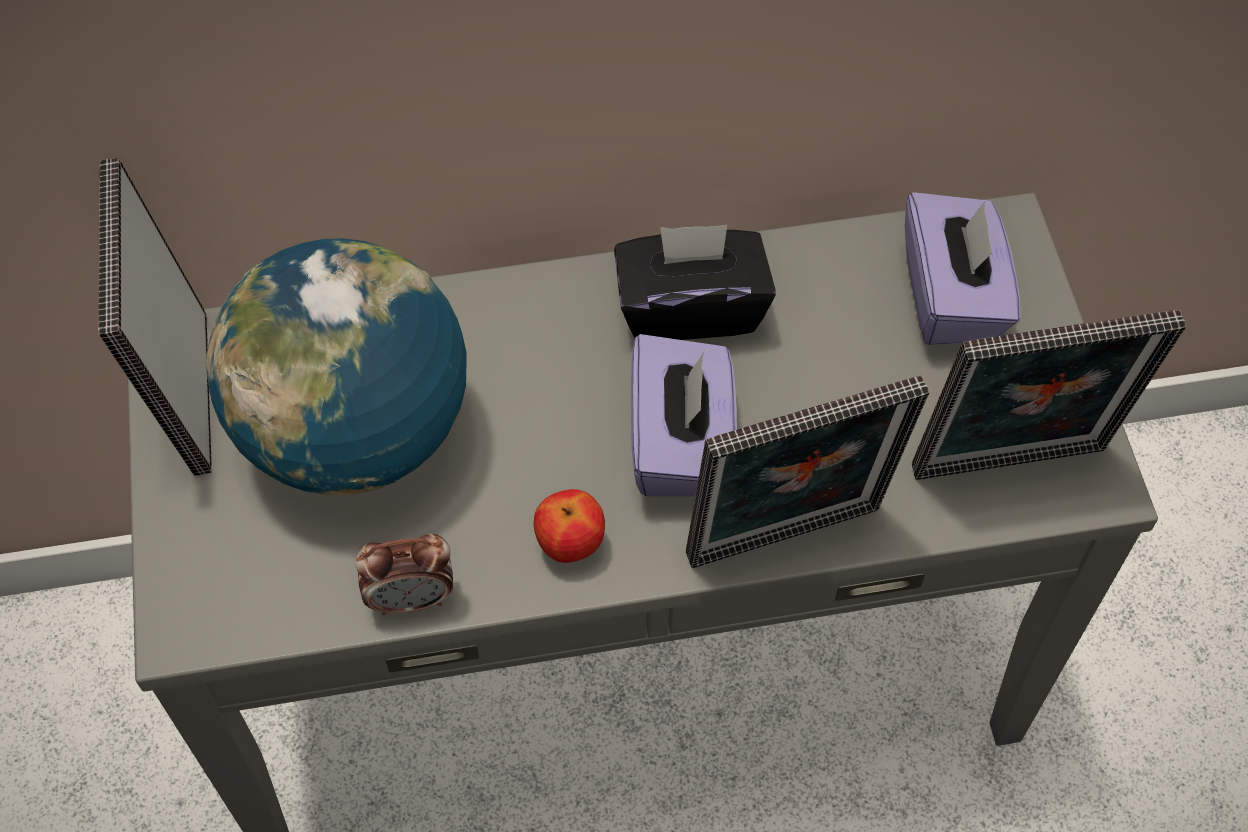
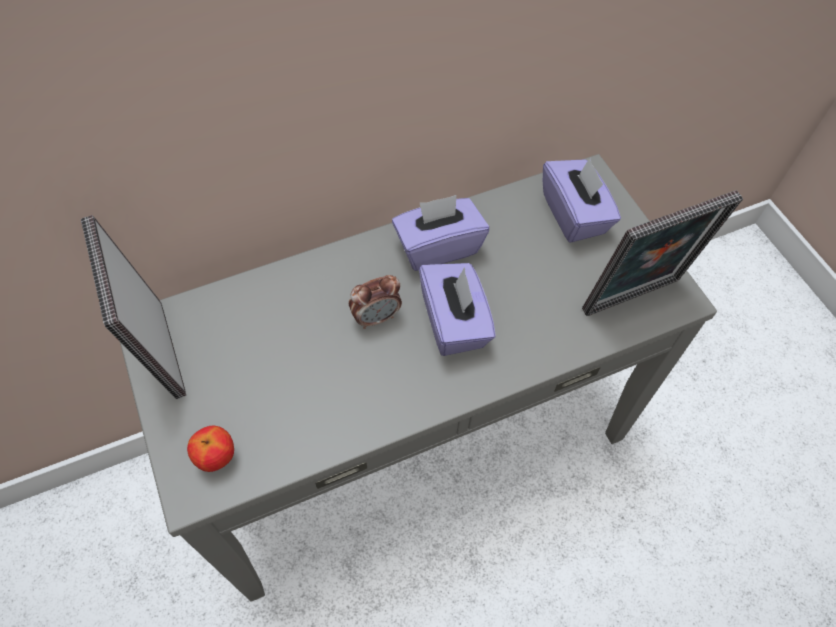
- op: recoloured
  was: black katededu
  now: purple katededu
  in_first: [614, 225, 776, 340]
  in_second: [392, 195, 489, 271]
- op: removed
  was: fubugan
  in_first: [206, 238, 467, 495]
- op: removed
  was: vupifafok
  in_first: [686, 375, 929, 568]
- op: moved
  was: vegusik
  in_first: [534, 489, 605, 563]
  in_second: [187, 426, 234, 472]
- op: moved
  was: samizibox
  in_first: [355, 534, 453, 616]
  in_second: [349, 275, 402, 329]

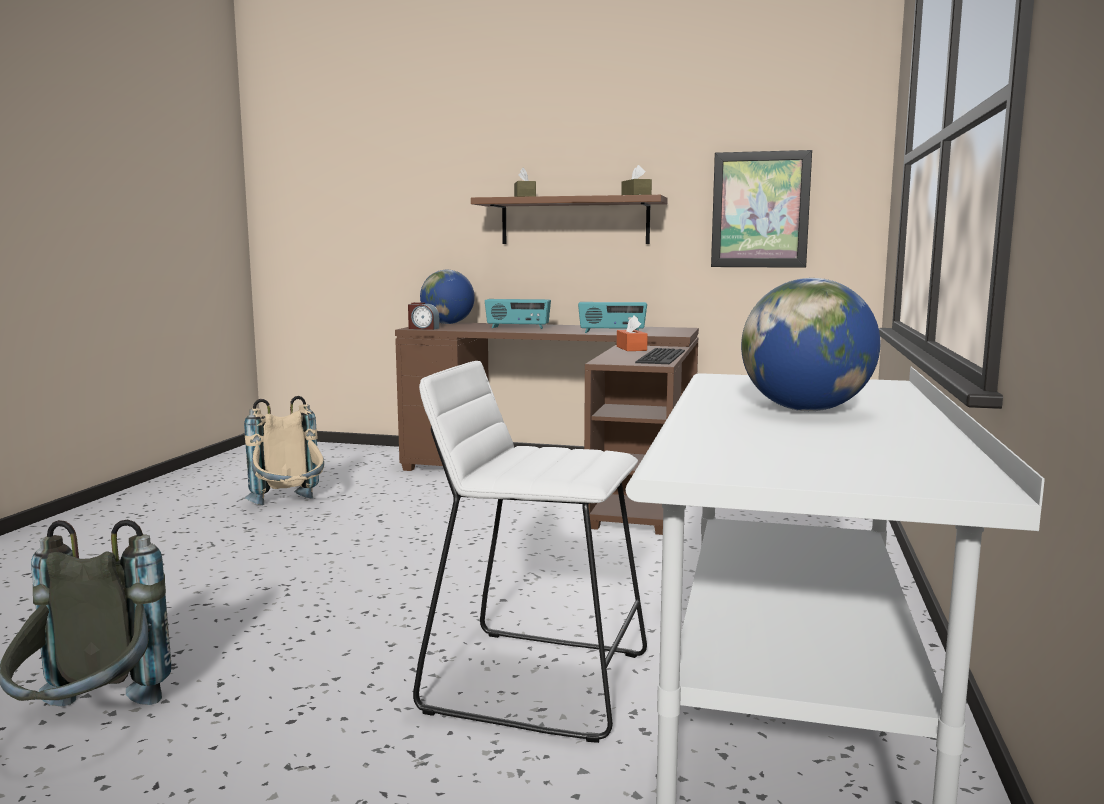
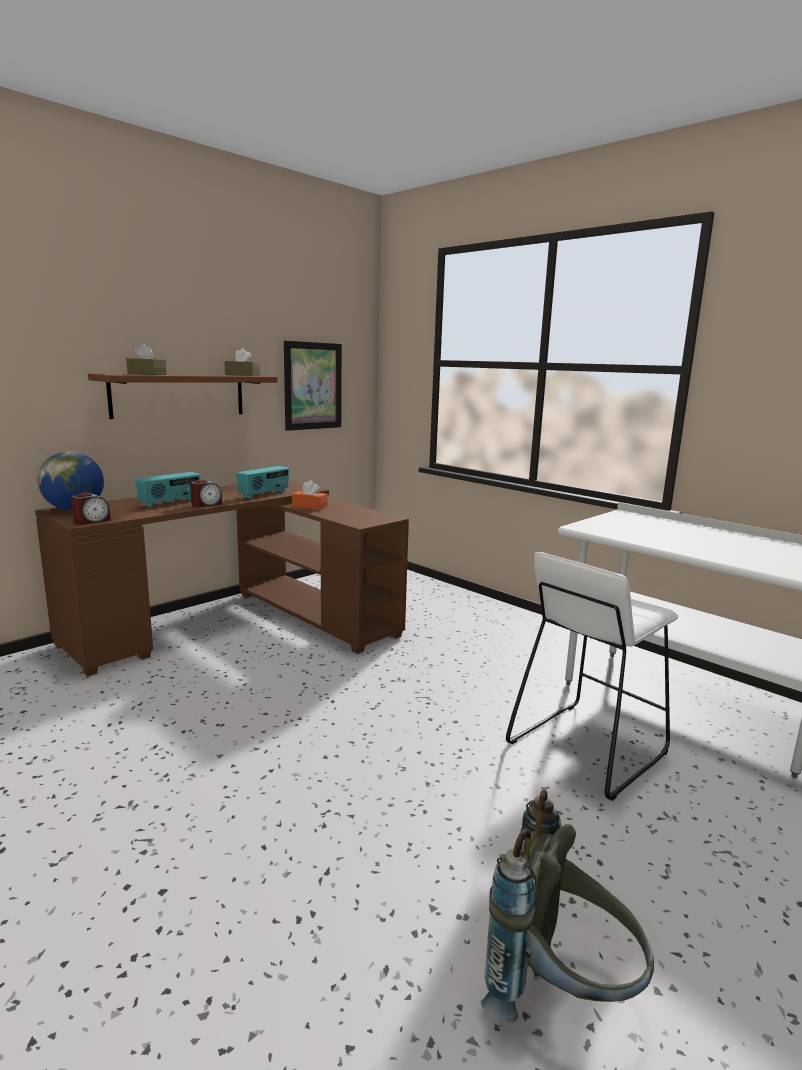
- op: removed
  was: fubugan
  in_first: [741, 278, 880, 411]
- op: removed
  was: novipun
  in_first: [635, 348, 685, 364]
- op: removed
  was: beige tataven
  in_first: [244, 396, 324, 505]
- op: added
  now: samizibox
  in_second: [190, 480, 222, 507]

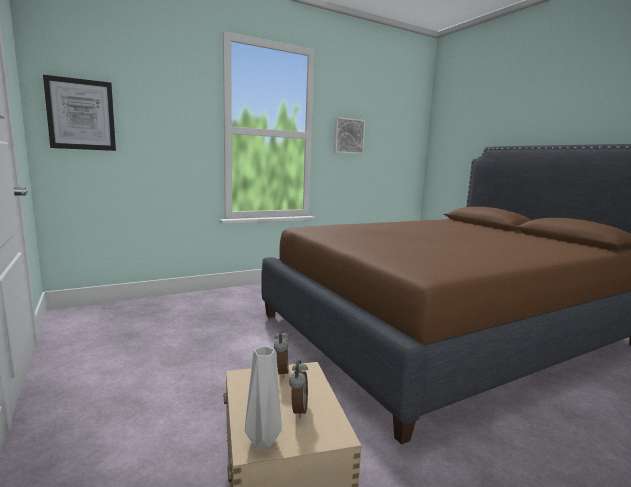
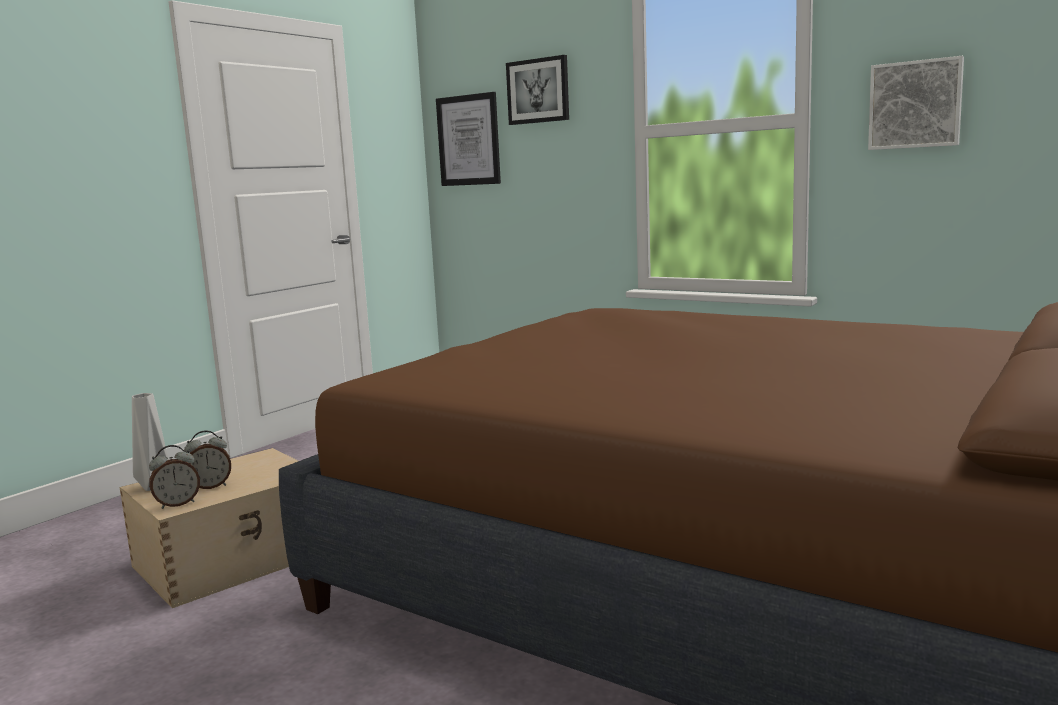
- op: moved
  was: samizibox
  in_first: [274, 329, 289, 378]
  in_second: [149, 445, 200, 509]
- op: added
  now: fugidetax
  in_second: [506, 55, 569, 125]

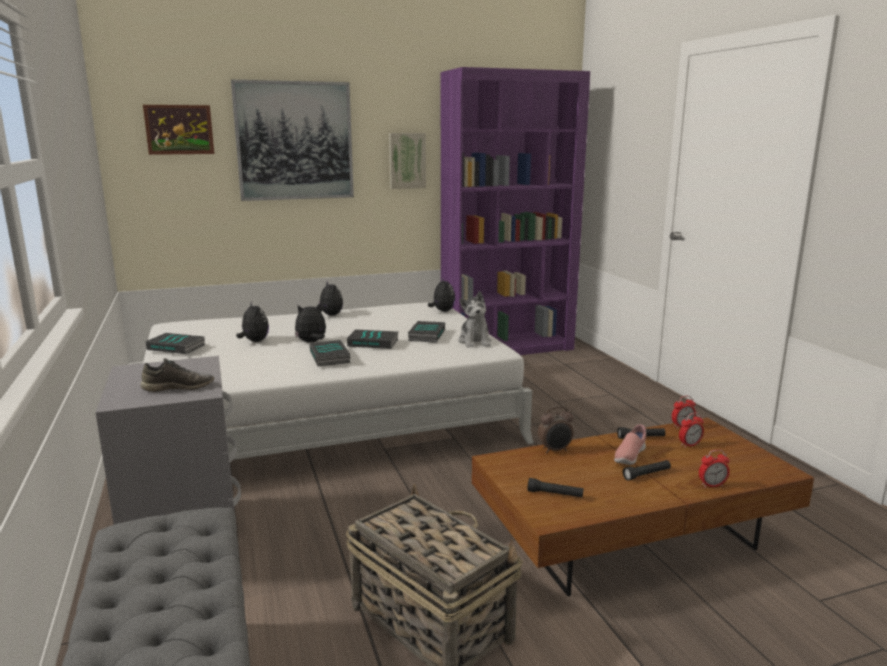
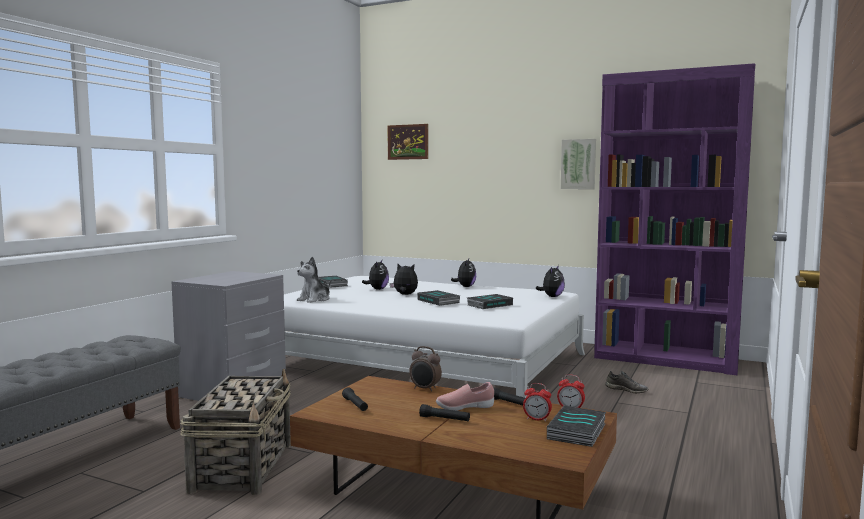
- op: removed
  was: fugidetax
  in_first: [231, 80, 354, 201]
- op: moved
  was: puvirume
  in_first: [458, 291, 491, 348]
  in_second: [297, 256, 331, 303]
- op: moved
  was: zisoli
  in_first: [309, 340, 351, 366]
  in_second: [547, 406, 606, 447]
- op: moved
  was: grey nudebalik
  in_first: [141, 358, 214, 392]
  in_second: [605, 371, 649, 393]
- op: removed
  was: samizibox
  in_first: [699, 450, 730, 488]

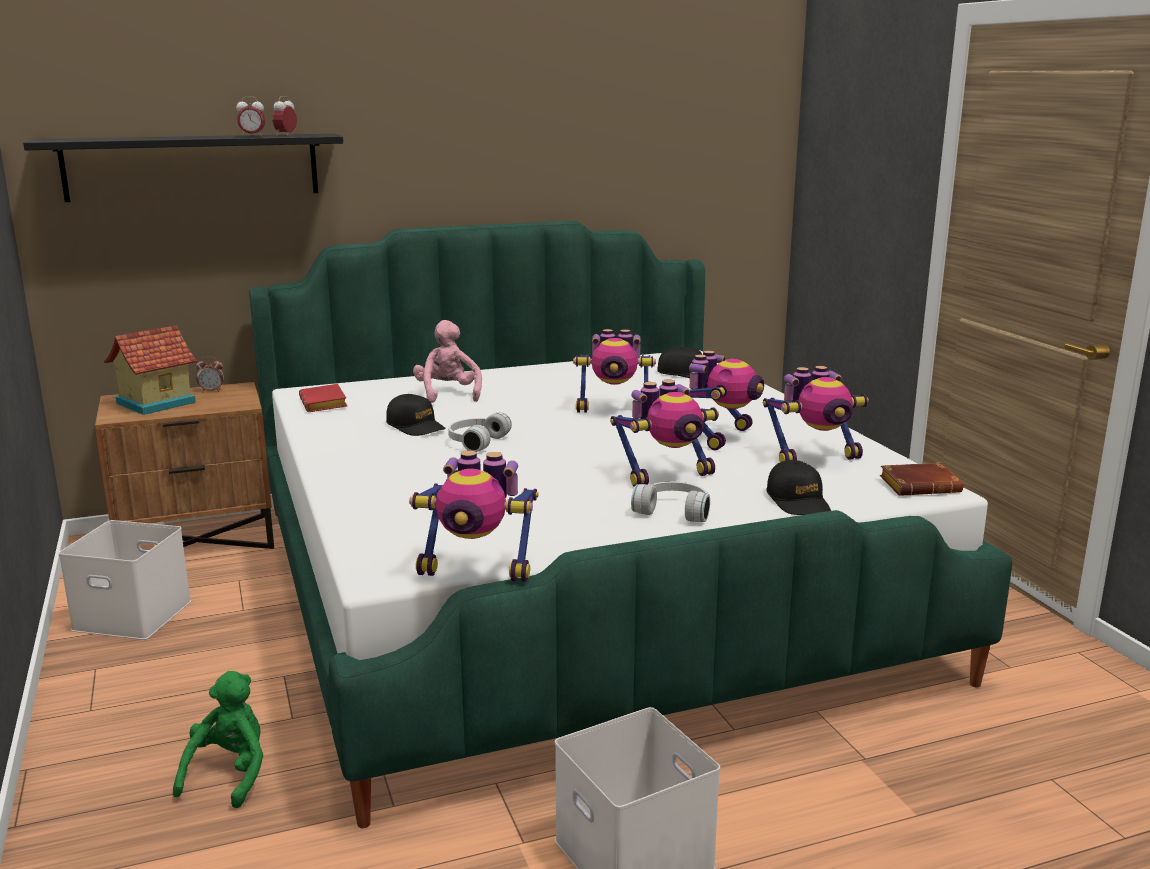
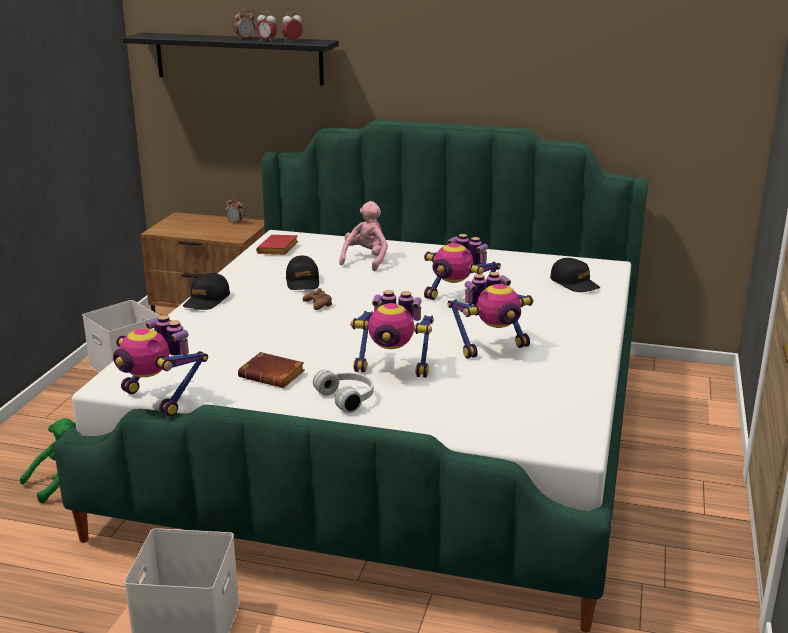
- op: removed
  was: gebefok
  in_first: [104, 325, 197, 415]
- op: removed
  was: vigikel
  in_first: [763, 366, 869, 462]
- op: replaced
  was: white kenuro
  now: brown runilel
  in_first: [448, 412, 512, 452]
  in_second: [302, 288, 332, 310]
- op: moved
  was: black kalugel
  in_first: [766, 460, 831, 515]
  in_second: [183, 273, 230, 310]
- op: moved
  was: brown zisoli
  in_first: [880, 463, 963, 496]
  in_second: [238, 352, 304, 388]
- op: added
  now: samizibox
  in_second: [234, 10, 255, 40]

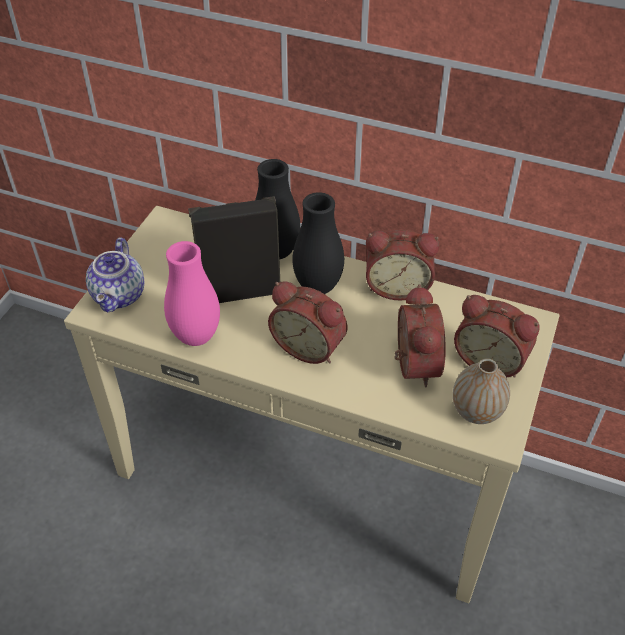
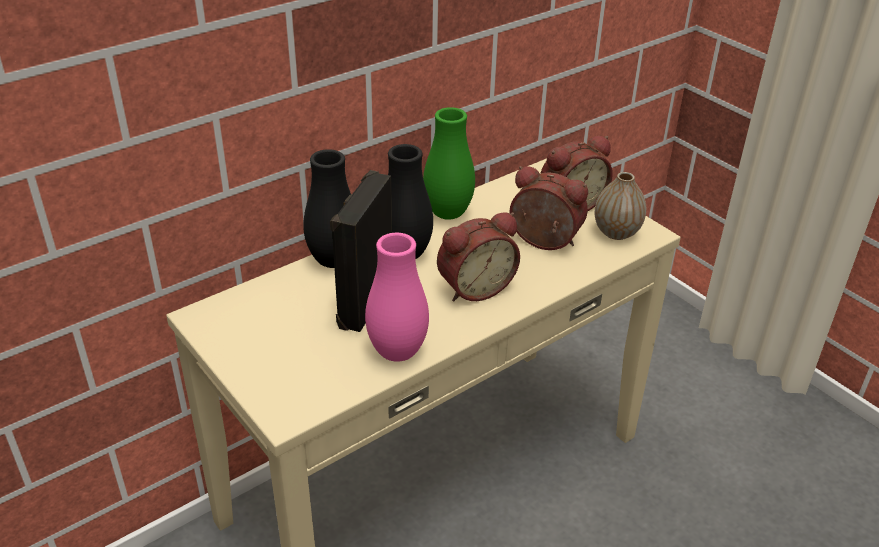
- op: replaced
  was: samizibox
  now: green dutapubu
  in_first: [366, 230, 440, 301]
  in_second: [423, 107, 475, 220]
- op: removed
  was: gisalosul
  in_first: [86, 237, 144, 312]

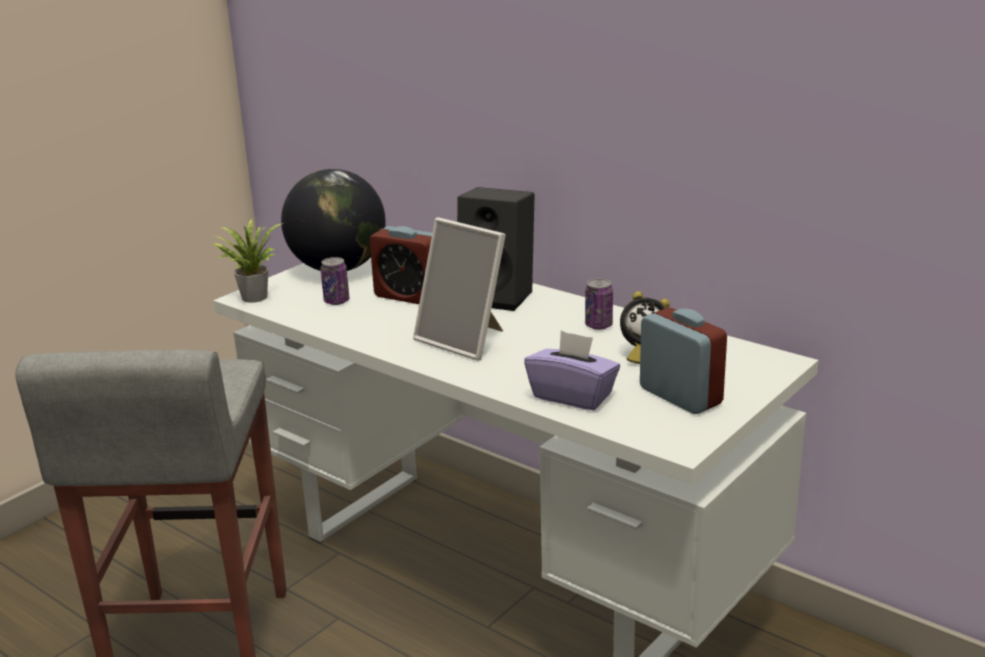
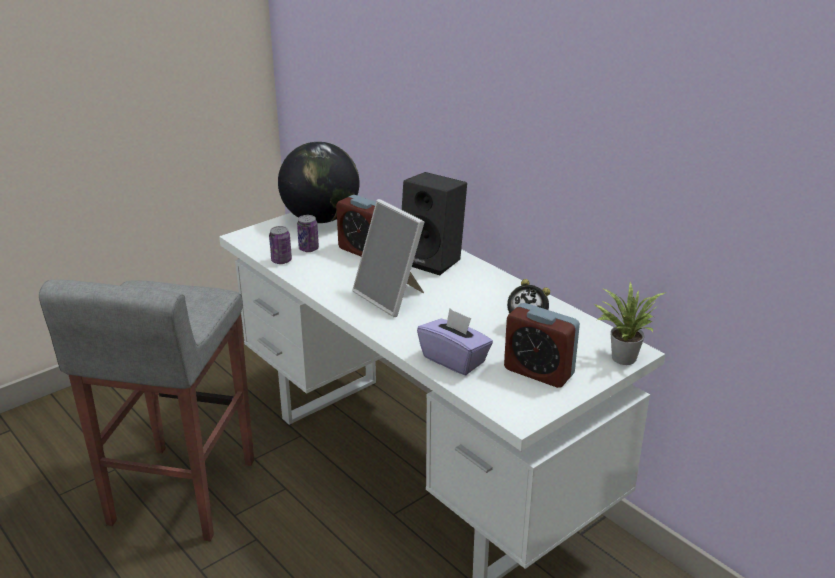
- op: moved
  was: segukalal
  in_first: [213, 219, 283, 303]
  in_second: [594, 282, 665, 365]
- op: moved
  was: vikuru
  in_first: [585, 278, 613, 330]
  in_second: [269, 226, 292, 264]
- op: turned
  was: samizibox
  in_first: [640, 308, 727, 414]
  in_second: [504, 303, 580, 388]
  clockwise: 150

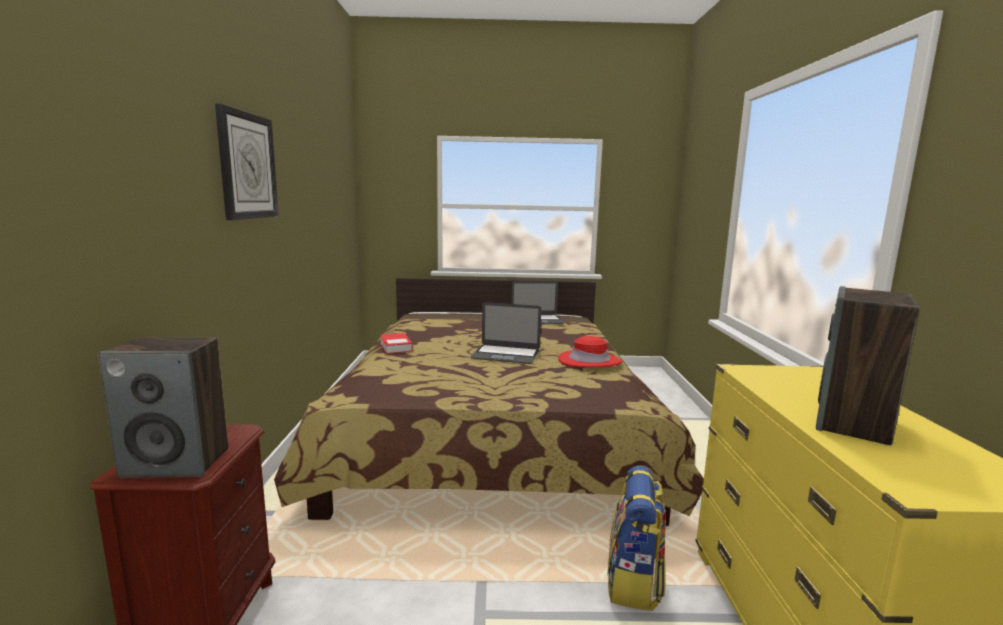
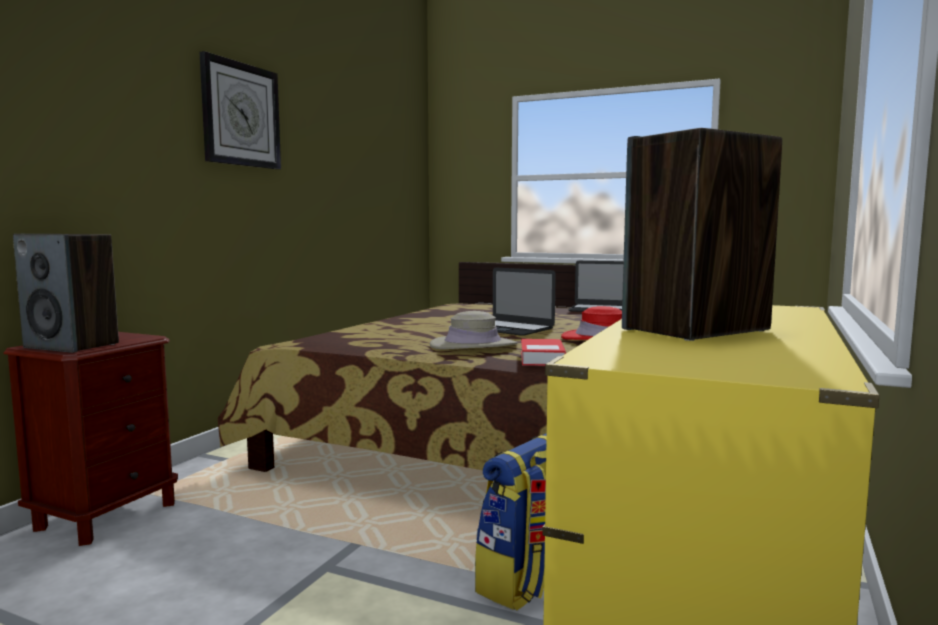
- op: moved
  was: zisoli
  in_first: [380, 333, 413, 354]
  in_second: [521, 339, 566, 366]
- op: added
  now: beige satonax
  in_second: [430, 311, 518, 349]

